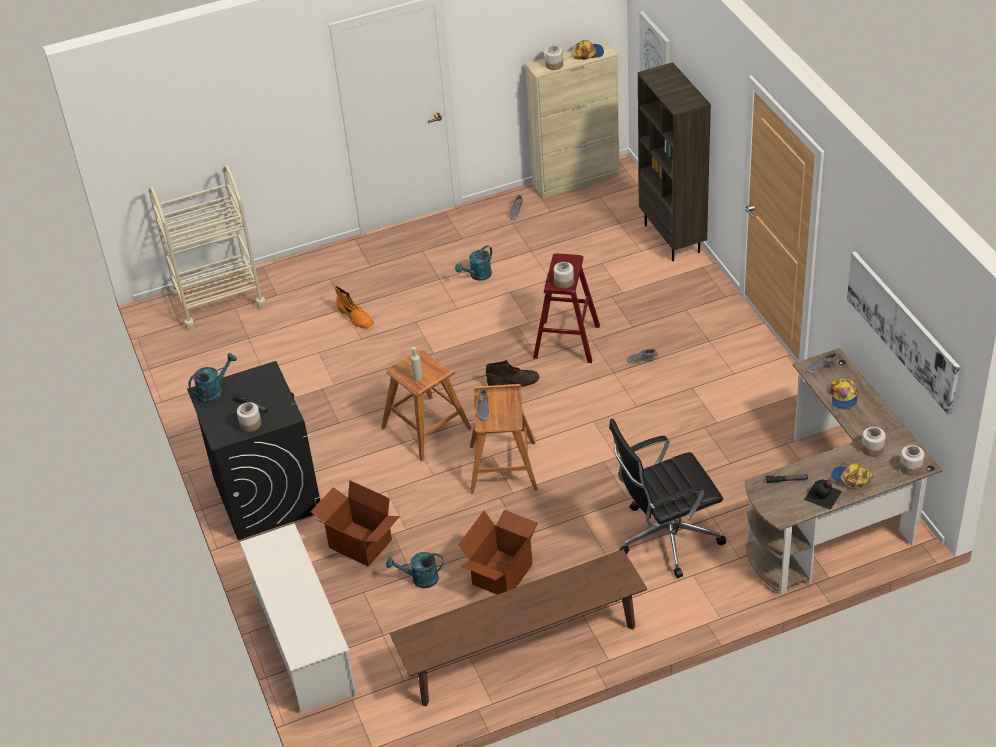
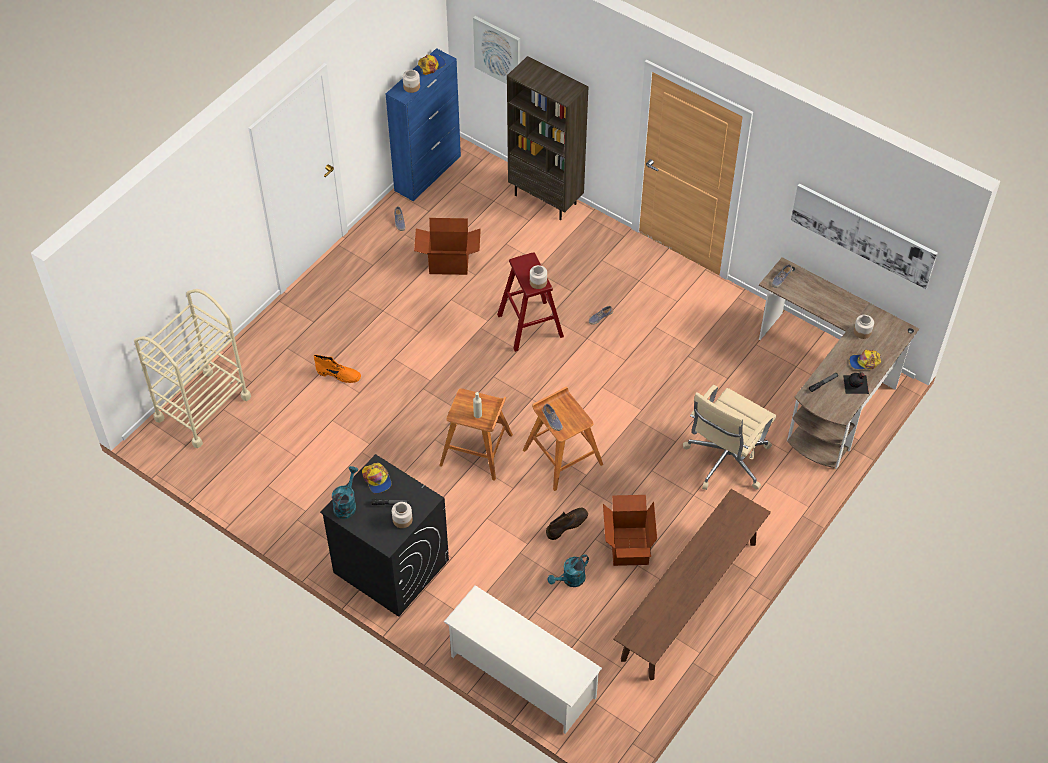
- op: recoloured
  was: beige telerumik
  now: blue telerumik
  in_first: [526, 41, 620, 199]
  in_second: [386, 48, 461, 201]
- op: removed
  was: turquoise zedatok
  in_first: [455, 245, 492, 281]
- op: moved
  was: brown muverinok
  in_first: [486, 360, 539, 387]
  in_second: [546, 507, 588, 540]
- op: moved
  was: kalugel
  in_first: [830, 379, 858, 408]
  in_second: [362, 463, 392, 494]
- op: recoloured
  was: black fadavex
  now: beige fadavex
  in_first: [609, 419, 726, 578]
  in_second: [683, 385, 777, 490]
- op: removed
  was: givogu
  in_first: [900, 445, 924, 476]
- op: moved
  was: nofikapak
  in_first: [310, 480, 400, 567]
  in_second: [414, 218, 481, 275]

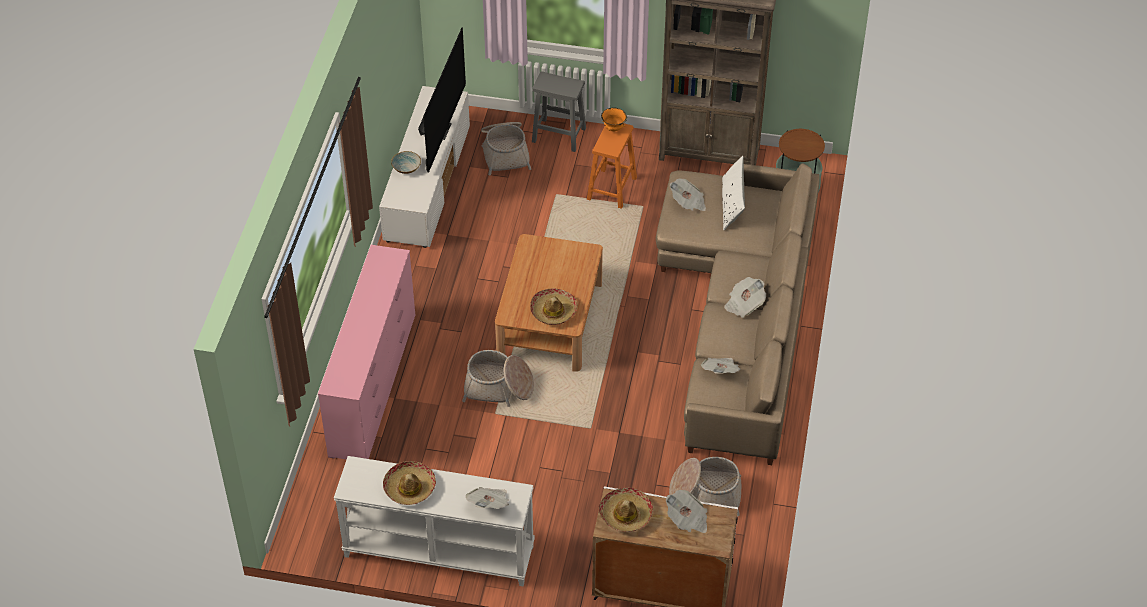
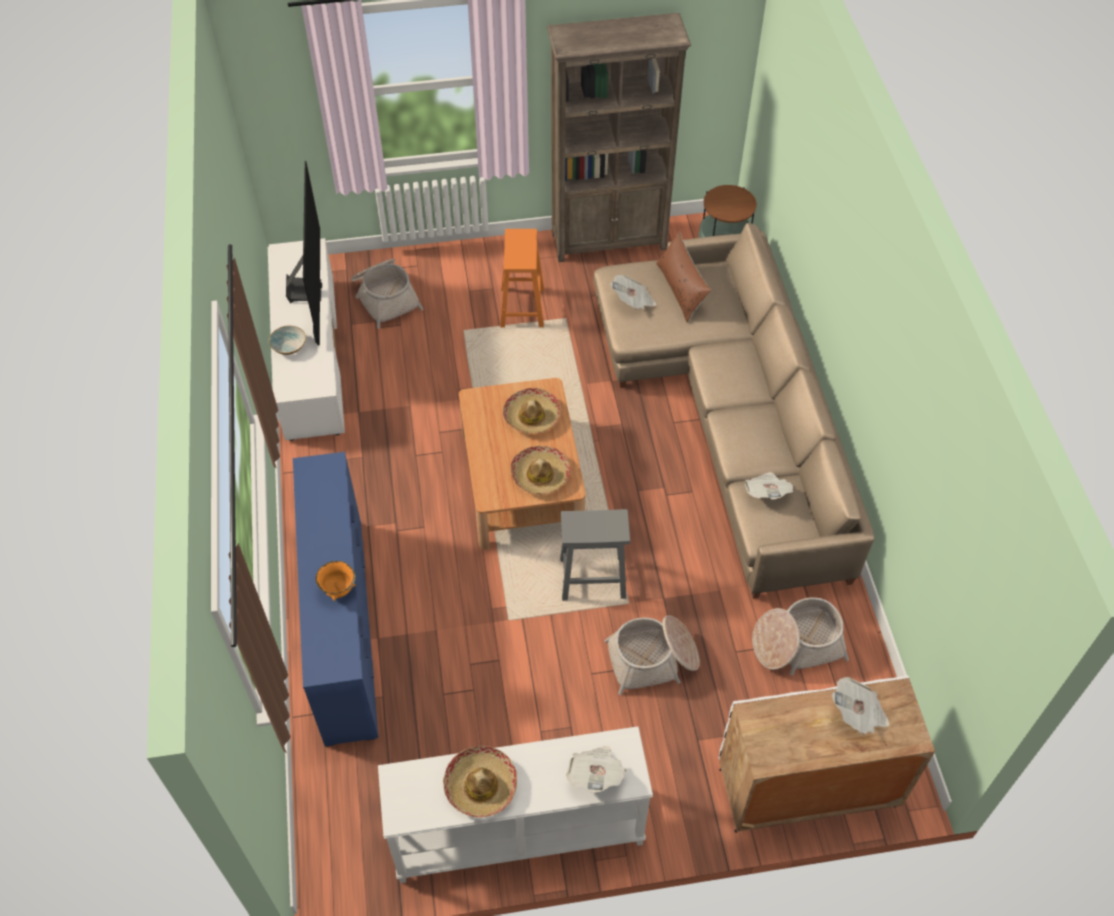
- op: moved
  was: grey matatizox
  in_first: [532, 71, 586, 152]
  in_second: [560, 509, 630, 601]
- op: moved
  was: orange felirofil
  in_first: [601, 107, 627, 131]
  in_second: [315, 561, 356, 601]
- op: recoloured
  was: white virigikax
  now: brown virigikax
  in_first: [722, 156, 745, 230]
  in_second: [656, 231, 711, 322]
- op: recoloured
  was: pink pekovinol
  now: blue pekovinol
  in_first: [318, 245, 415, 459]
  in_second: [293, 452, 378, 747]
- op: removed
  was: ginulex
  in_first: [724, 277, 766, 318]
- op: moved
  was: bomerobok
  in_first: [462, 350, 534, 407]
  in_second: [605, 615, 700, 695]
- op: moved
  was: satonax
  in_first: [599, 488, 653, 532]
  in_second: [503, 388, 561, 433]

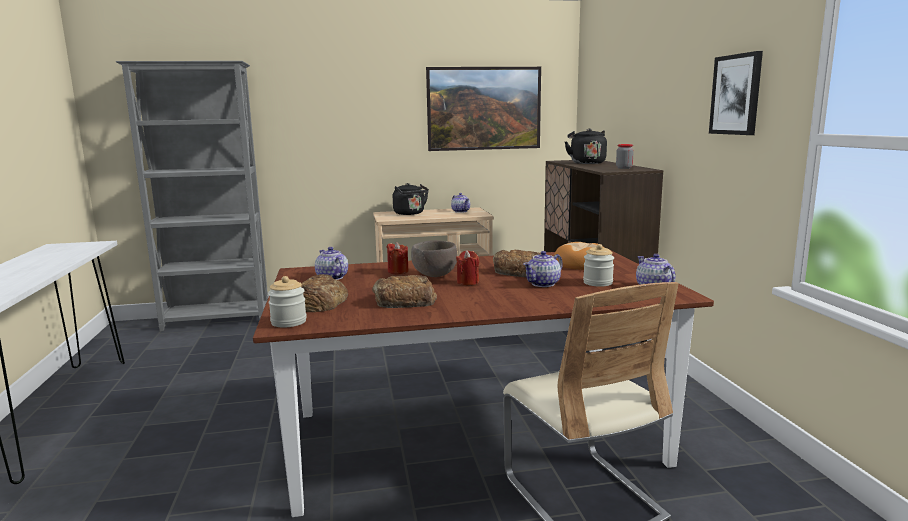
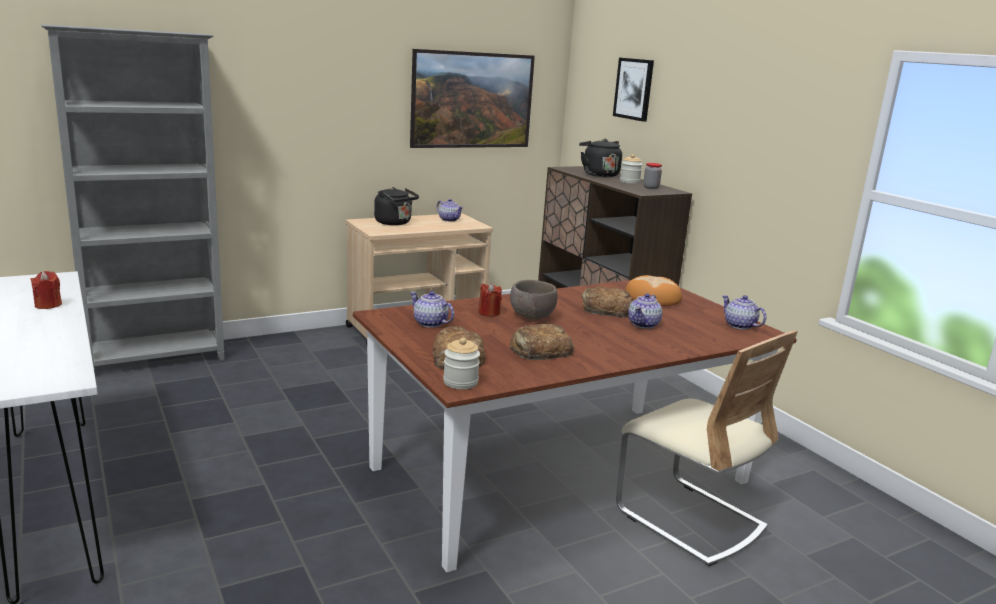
- op: moved
  was: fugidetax
  in_first: [709, 51, 763, 135]
  in_second: [613, 58, 654, 122]
- op: moved
  was: givogu
  in_first: [583, 244, 614, 287]
  in_second: [620, 154, 642, 184]
- op: moved
  was: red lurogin
  in_first: [456, 250, 479, 285]
  in_second: [30, 271, 62, 309]

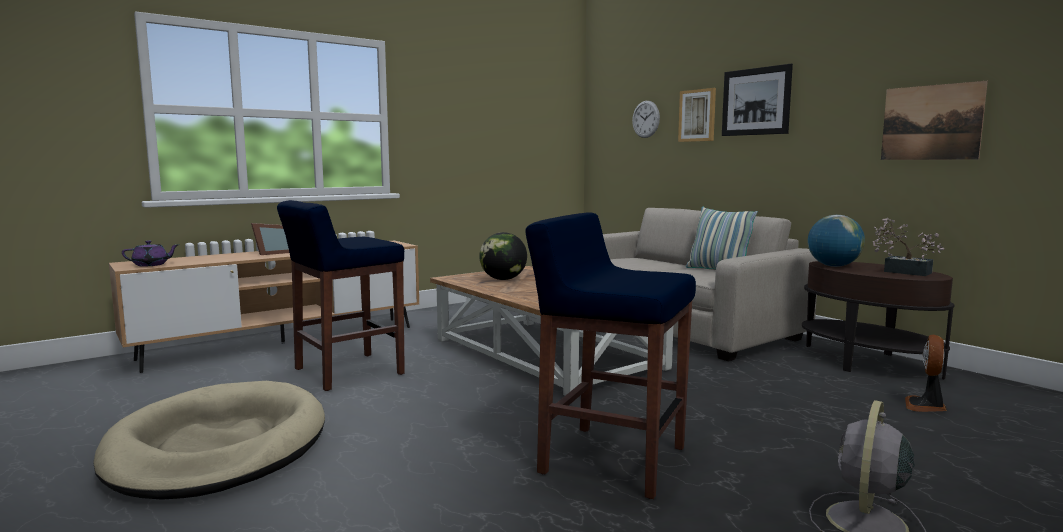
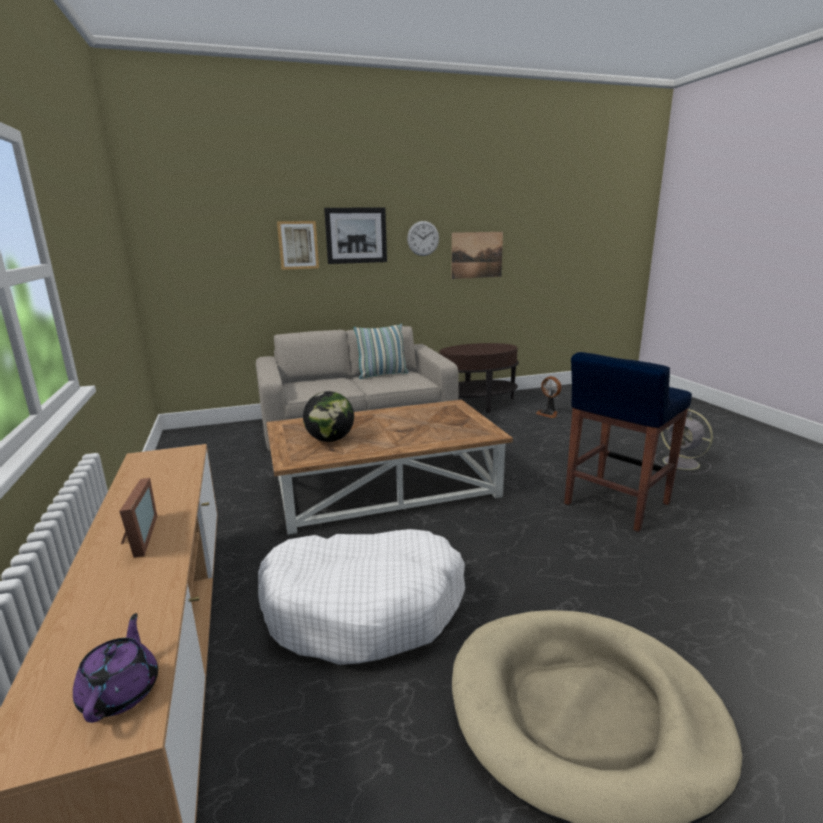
- op: moved
  was: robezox
  in_first: [632, 101, 660, 138]
  in_second: [407, 221, 439, 256]
- op: replaced
  was: blue matatizox
  now: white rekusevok
  in_first: [277, 200, 405, 391]
  in_second: [258, 529, 465, 665]
- op: removed
  was: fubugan
  in_first: [808, 215, 865, 267]
- op: removed
  was: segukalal
  in_first: [873, 218, 945, 276]

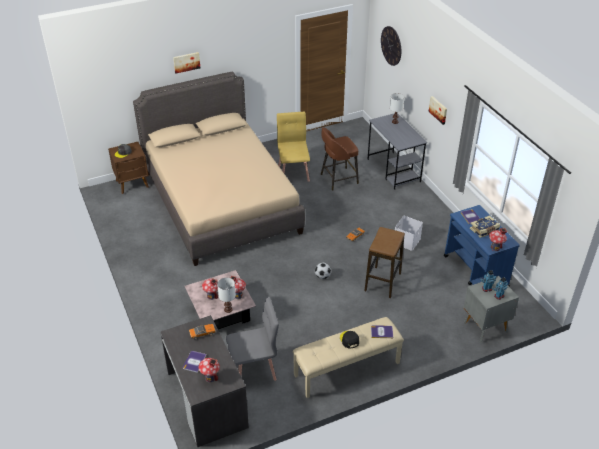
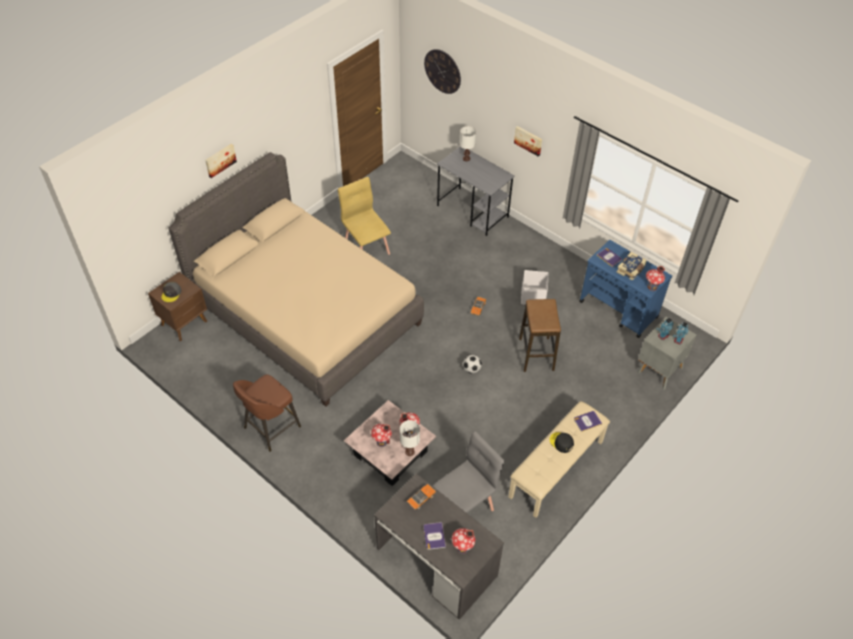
- op: moved
  was: brown matatizox
  in_first: [321, 127, 359, 191]
  in_second: [233, 374, 301, 452]

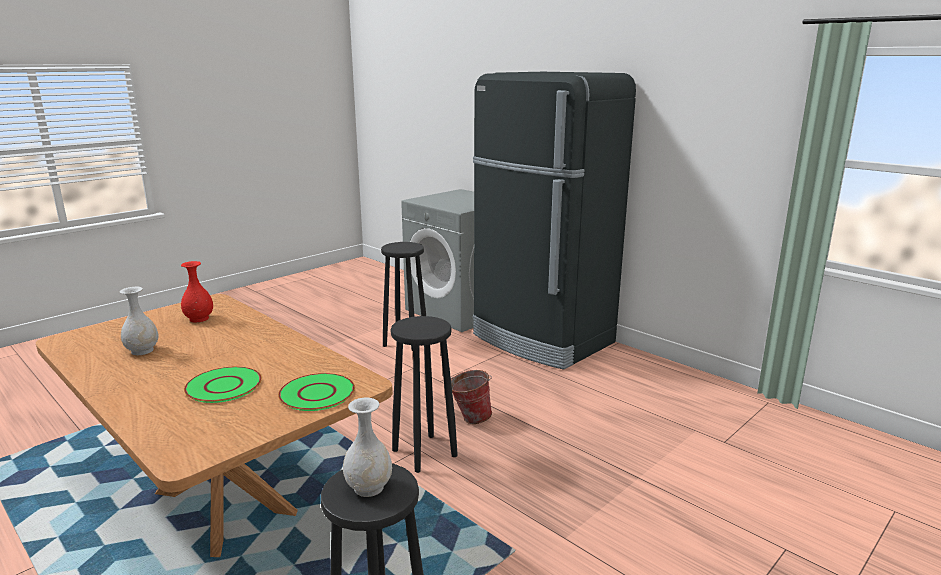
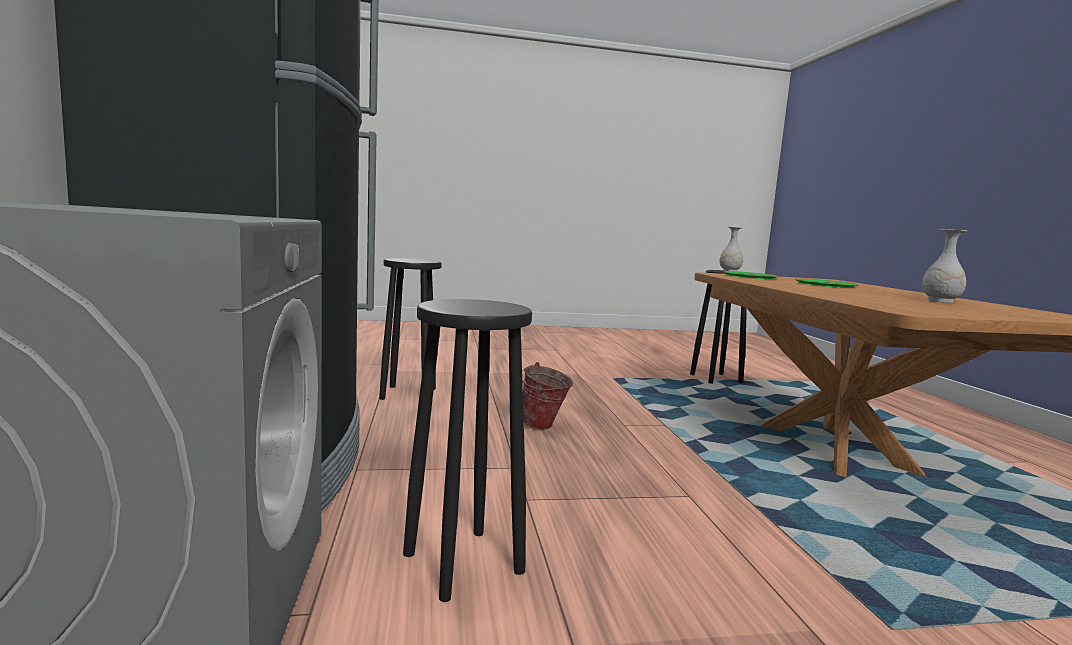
- op: removed
  was: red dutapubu
  in_first: [181, 261, 213, 322]
- op: moved
  was: black matatizox
  in_first: [391, 316, 458, 473]
  in_second: [379, 258, 442, 400]

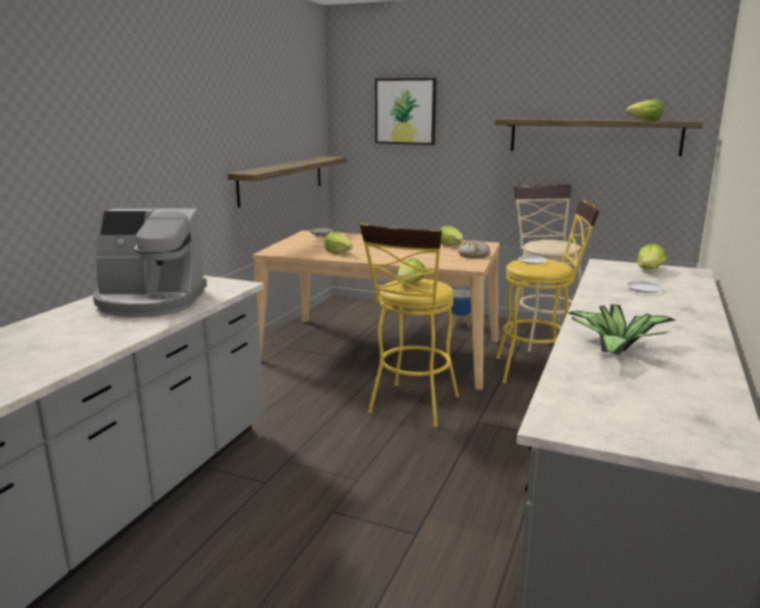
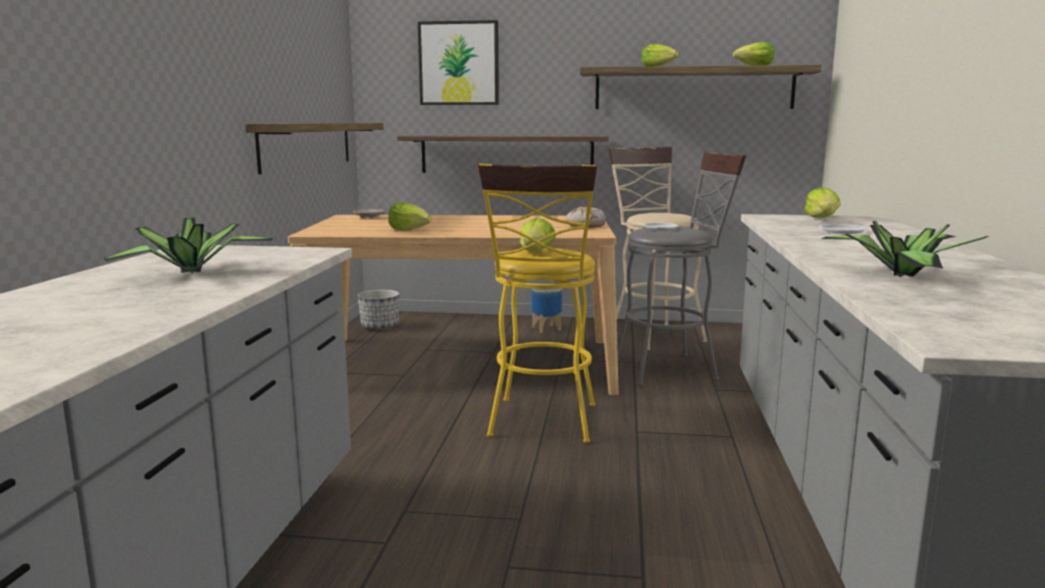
- op: recoloured
  was: yellow matatizox
  now: grey matatizox
  in_first: [496, 199, 599, 384]
  in_second: [617, 151, 746, 386]
- op: replaced
  was: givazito
  now: segukalal
  in_first: [93, 209, 207, 317]
  in_second: [101, 218, 274, 273]
- op: moved
  was: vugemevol
  in_first: [440, 226, 464, 246]
  in_second: [641, 44, 679, 66]
- op: added
  now: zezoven
  in_second: [397, 136, 609, 173]
- op: added
  now: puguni
  in_second: [358, 290, 399, 330]

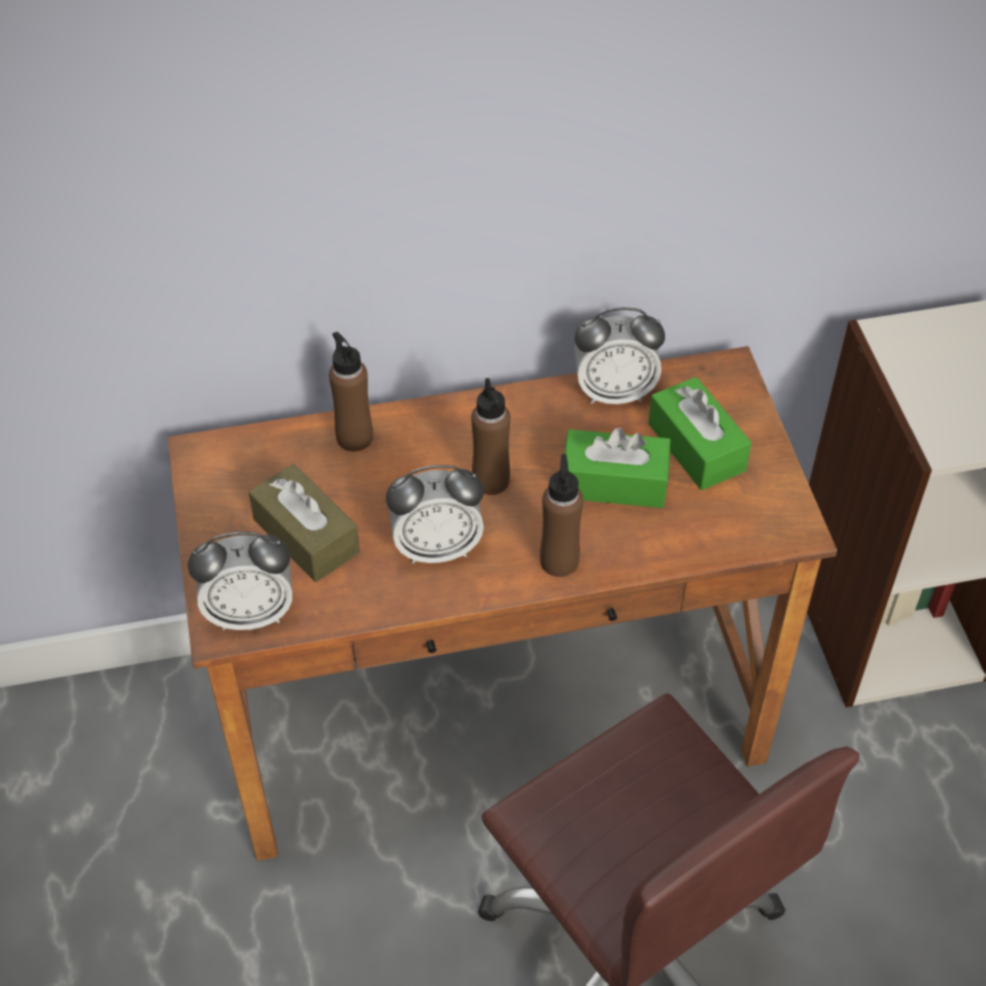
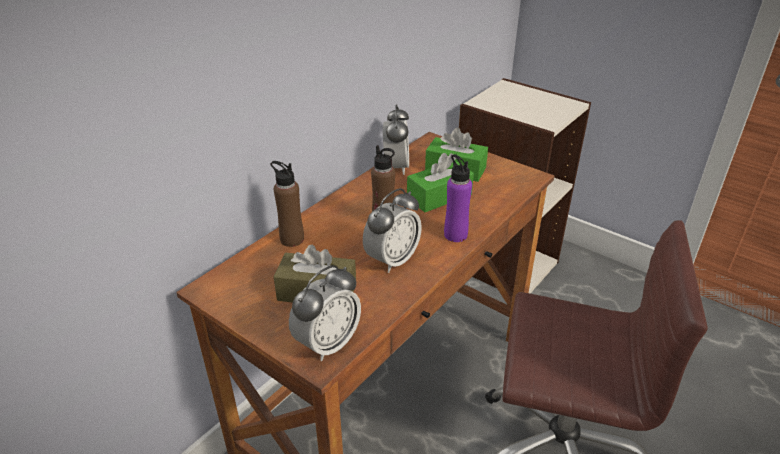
- op: turned
  was: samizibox
  in_first: [574, 307, 665, 404]
  in_second: [383, 104, 409, 175]
  clockwise: -45
- op: recoloured
  was: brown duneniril
  now: purple duneniril
  in_first: [540, 454, 583, 577]
  in_second: [444, 154, 472, 242]

